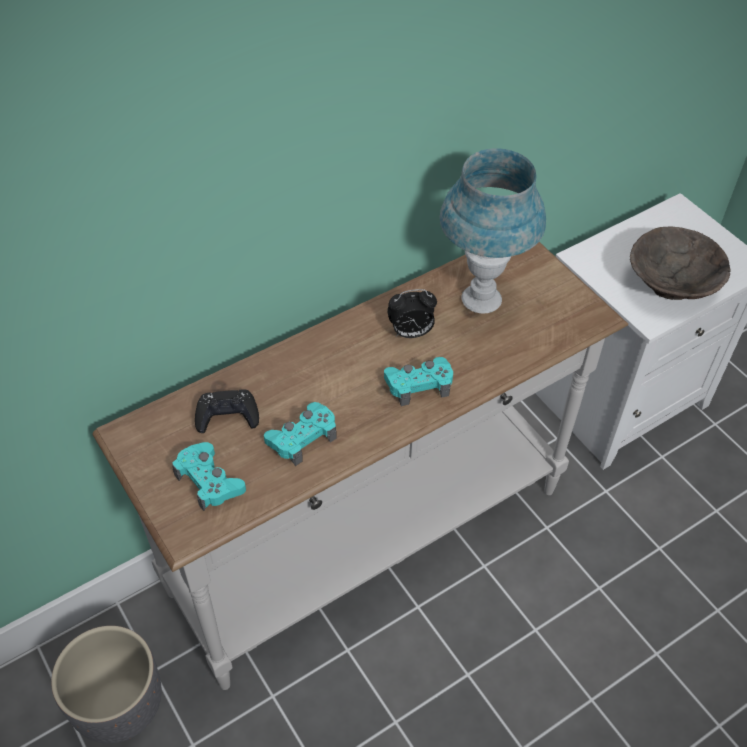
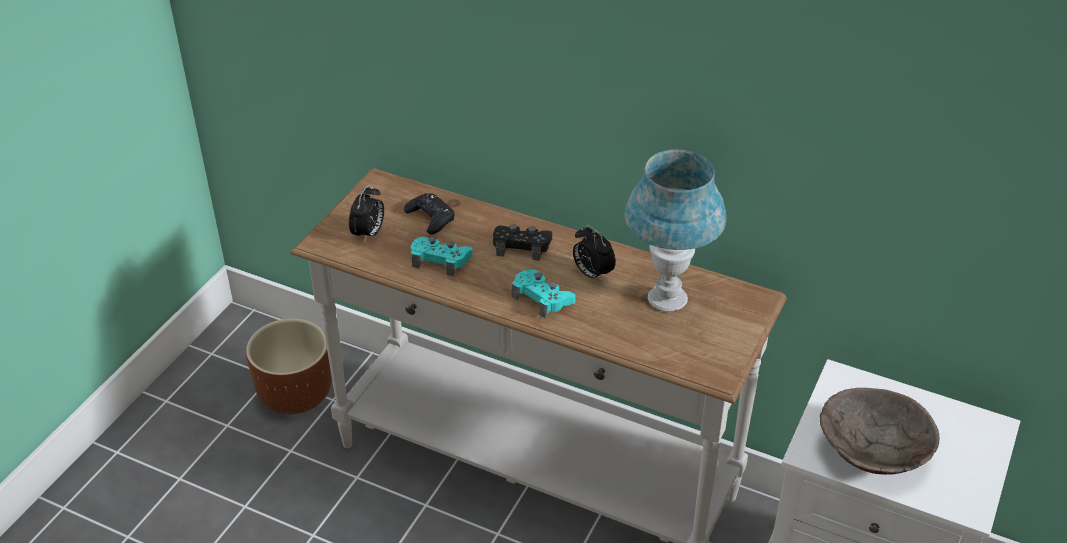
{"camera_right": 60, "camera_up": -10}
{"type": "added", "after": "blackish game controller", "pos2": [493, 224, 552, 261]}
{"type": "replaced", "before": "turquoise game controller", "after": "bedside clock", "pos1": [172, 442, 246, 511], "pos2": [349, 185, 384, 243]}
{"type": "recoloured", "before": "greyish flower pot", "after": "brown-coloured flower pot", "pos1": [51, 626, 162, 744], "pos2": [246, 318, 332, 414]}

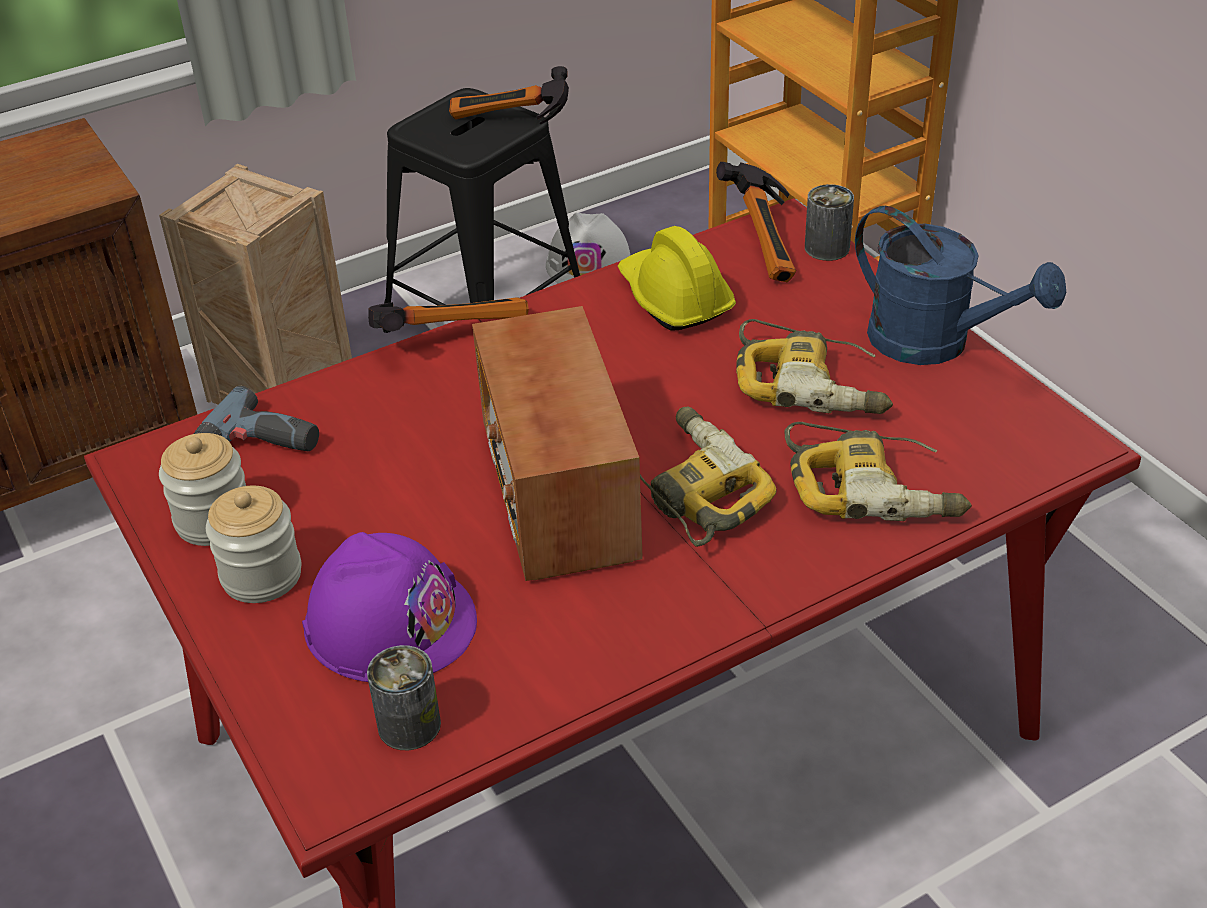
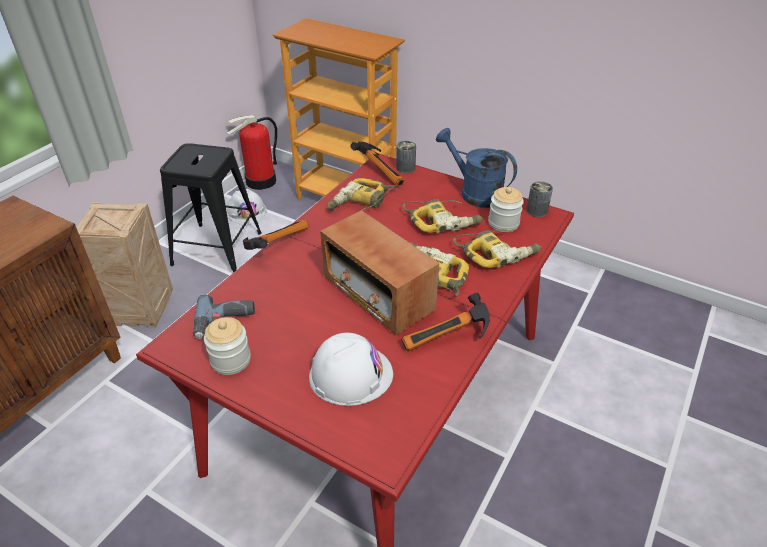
{"camera_right": -30, "camera_up": 0}
{"type": "added", "after": "extinguisher", "pos2": [227, 115, 277, 190]}
{"type": "moved", "before": "storage jar", "pos1": [206, 486, 301, 603], "pos2": [488, 187, 524, 232]}
{"type": "moved", "before": "metal can", "pos1": [367, 645, 441, 750], "pos2": [526, 181, 553, 217]}
{"type": "moved", "before": "tool hammer", "pos1": [449, 66, 569, 124], "pos2": [401, 293, 490, 352]}
{"type": "replaced", "before": "yellow-coloured work helmet", "after": "drill", "pos1": [618, 226, 736, 331], "pos2": [327, 178, 398, 211]}
{"type": "recoloured", "before": "purple-coloured work helmet", "after": "white-coloured work helmet", "pos1": [302, 532, 477, 682], "pos2": [309, 333, 393, 406]}
{"type": "turned", "before": "blue-coloured watering pot", "pos1": [855, 206, 1066, 365], "pos2": [436, 128, 517, 208], "turn": -150}

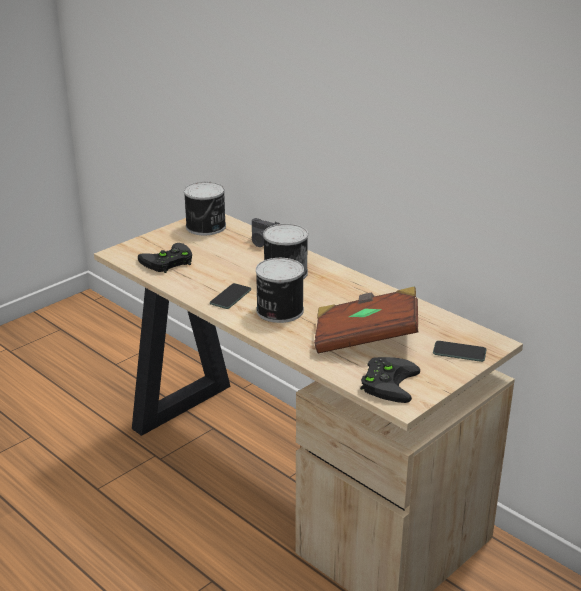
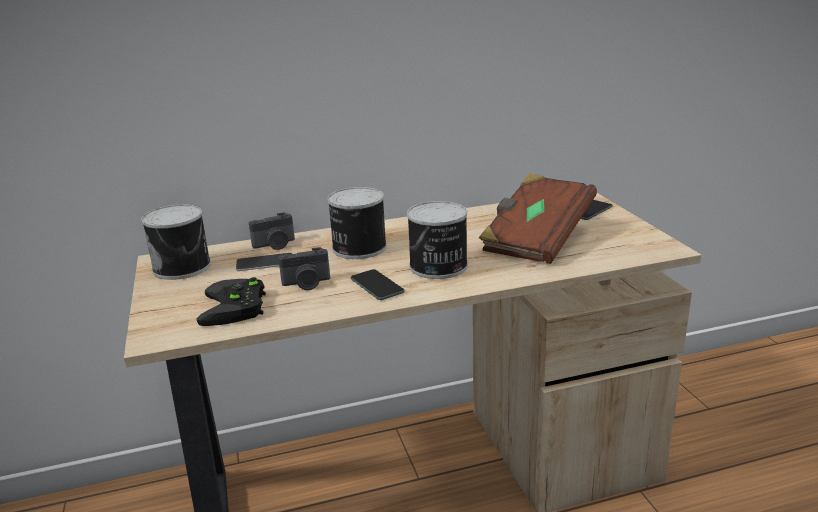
{"camera_right": -60, "camera_up": -5}
{"type": "removed", "before": "blackish game controller", "pos1": [360, 357, 420, 403]}
{"type": "added", "after": "phone", "pos2": [236, 253, 293, 271]}
{"type": "added", "after": "photo camera", "pos2": [278, 247, 330, 290]}

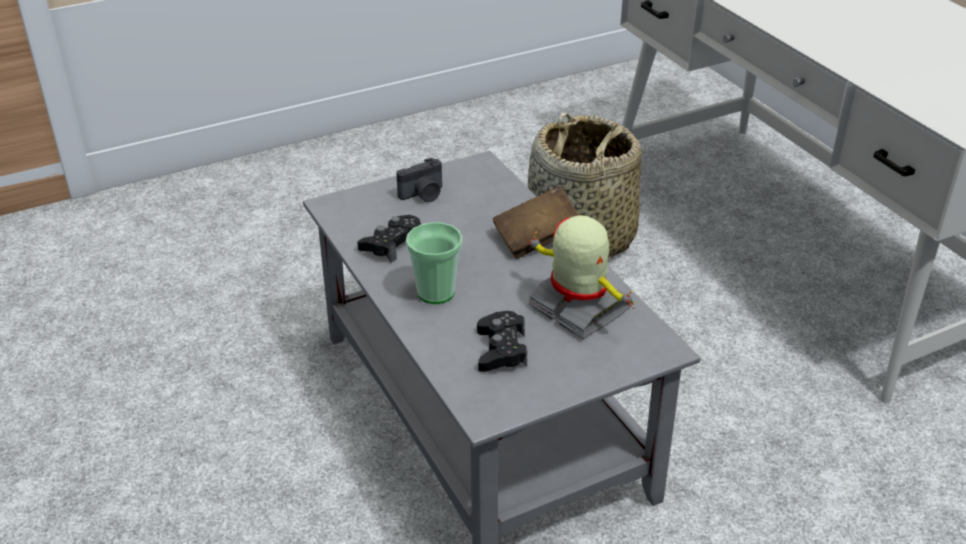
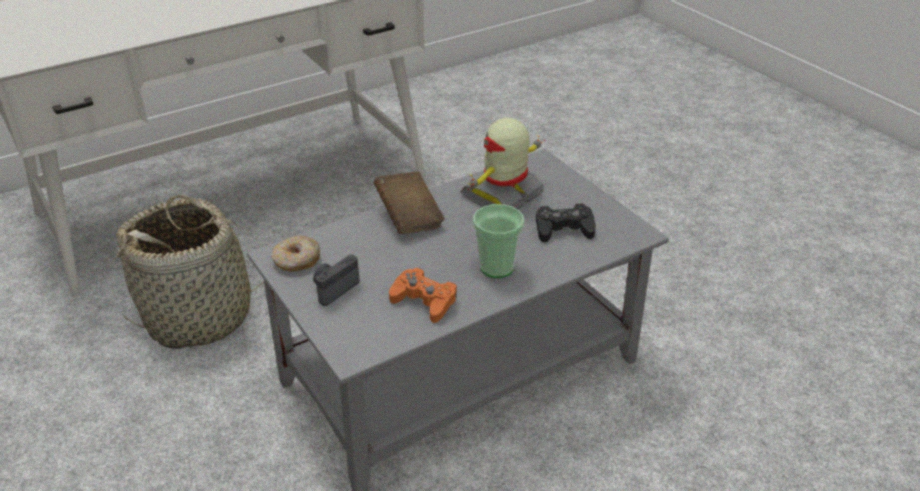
{"camera_right": -95, "camera_up": 0}
{"type": "added", "after": "donut", "pos2": [271, 236, 320, 271]}
{"type": "recoloured", "before": "blackish game controller", "after": "orange-coloured game controller", "pos1": [357, 215, 421, 263], "pos2": [389, 268, 457, 323]}
{"type": "turned", "before": "photo camera", "pos1": [396, 158, 442, 202], "pos2": [313, 254, 360, 306], "turn": -105}

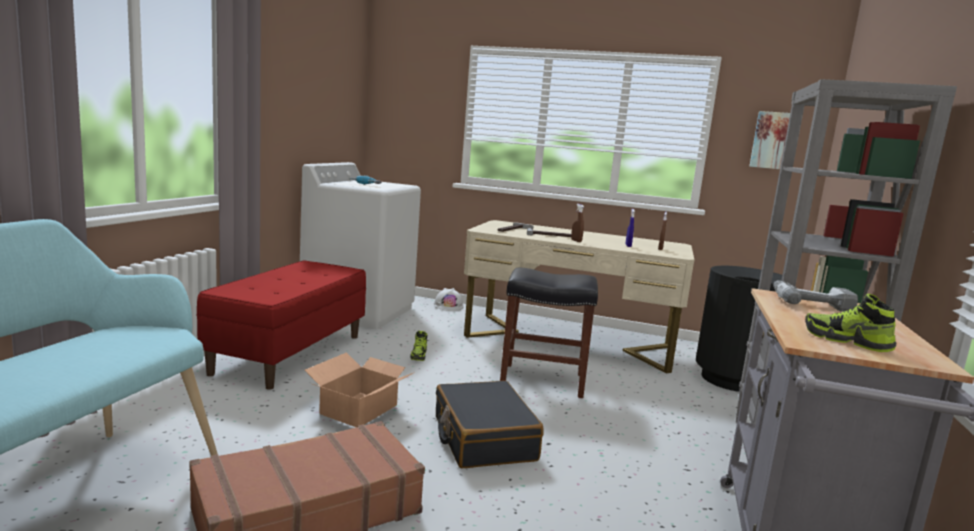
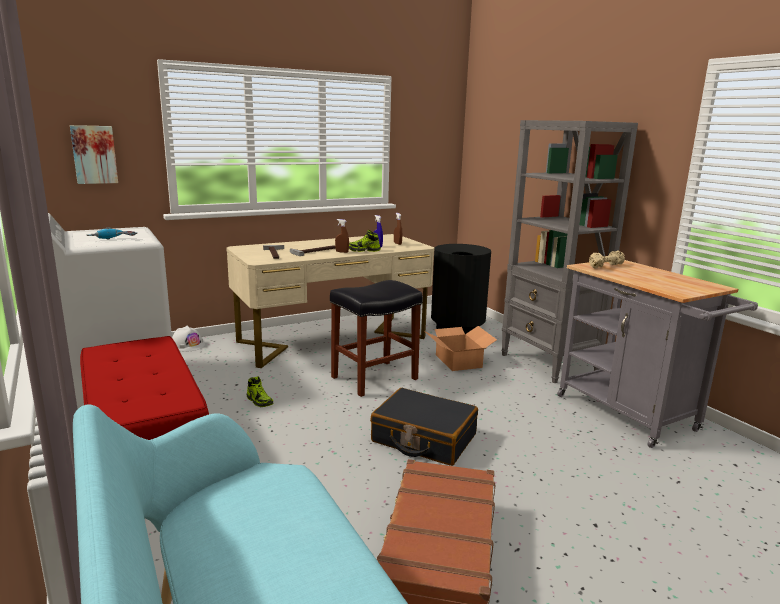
{"camera_right": -45, "camera_up": 5}
{"type": "moved", "before": "cardboard box", "pos1": [305, 352, 415, 427], "pos2": [426, 326, 497, 371]}
{"type": "moved", "before": "wall art", "pos1": [749, 111, 790, 169], "pos2": [70, 125, 118, 184]}
{"type": "moved", "before": "shoe", "pos1": [805, 294, 896, 352], "pos2": [349, 230, 381, 252]}
{"type": "replaced", "before": "drill", "after": "beige-coloured dumbbell", "pos1": [773, 280, 858, 312], "pos2": [589, 251, 625, 269]}

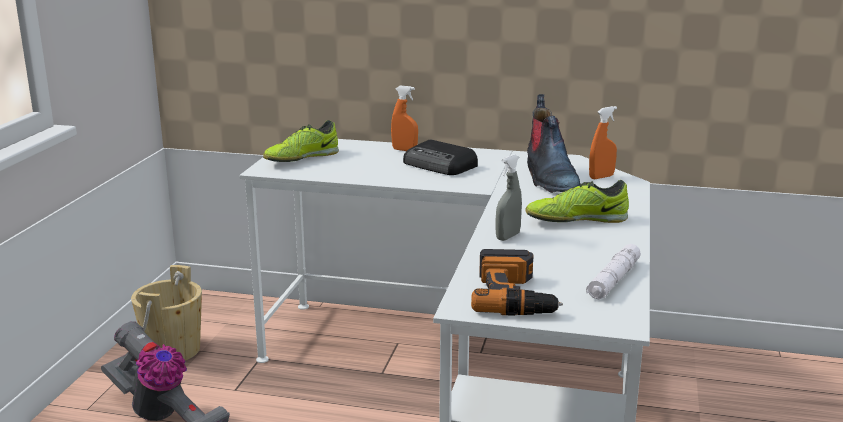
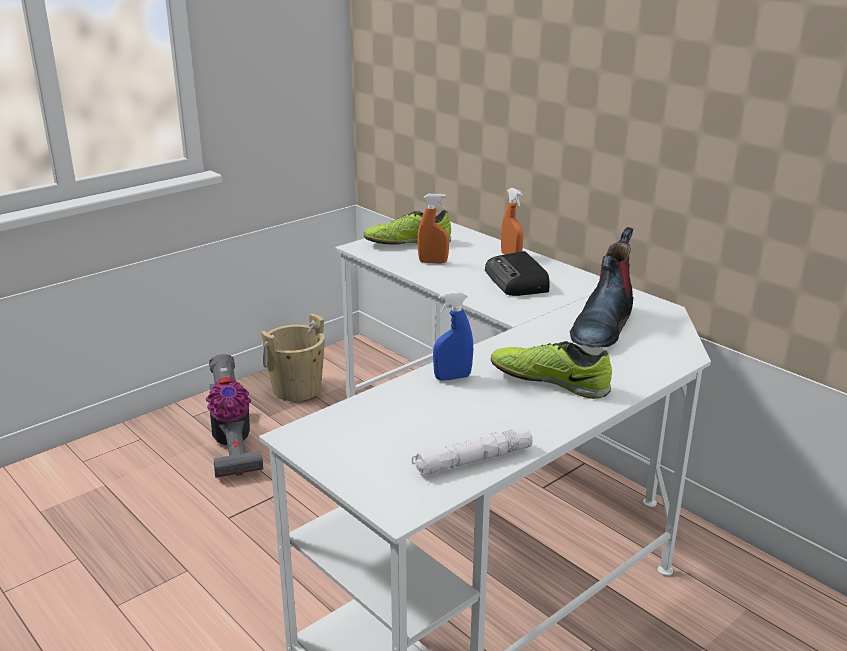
{"camera_right": 35, "camera_up": 5}
{"type": "removed", "before": "drill", "pos1": [471, 249, 563, 316]}
{"type": "moved", "before": "orange-coloured sprayer", "pos1": [589, 106, 617, 179], "pos2": [417, 194, 449, 263]}
{"type": "recoloured", "before": "greyish sprayer", "after": "blue-coloured sprayer", "pos1": [496, 154, 522, 241], "pos2": [433, 292, 473, 381]}

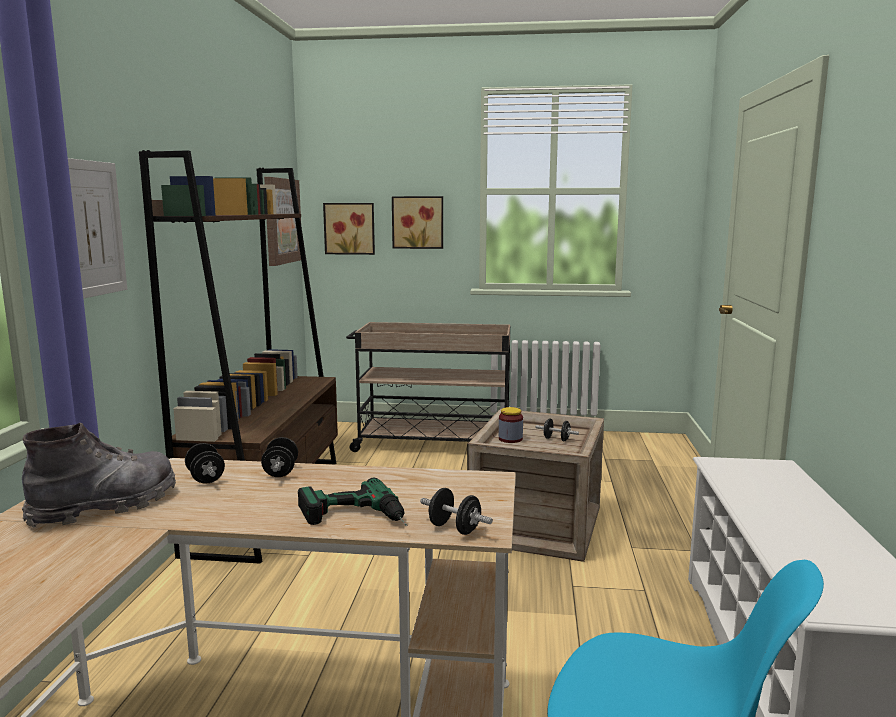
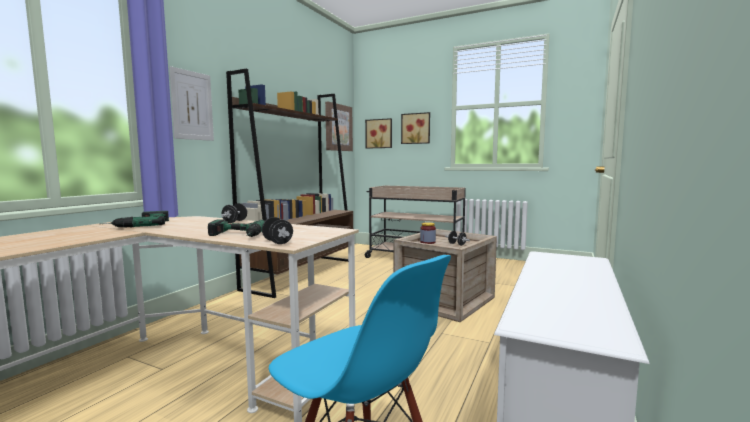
{"camera_right": 20, "camera_up": -5}
{"type": "removed", "before": "blackish dumbbell", "pos1": [185, 443, 225, 484]}
{"type": "replaced", "before": "greyish boot", "after": "drill", "pos1": [22, 423, 176, 528], "pos2": [99, 211, 169, 227]}

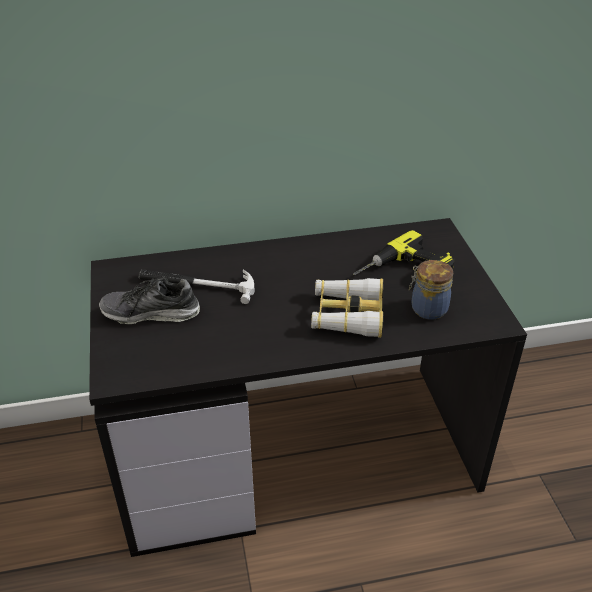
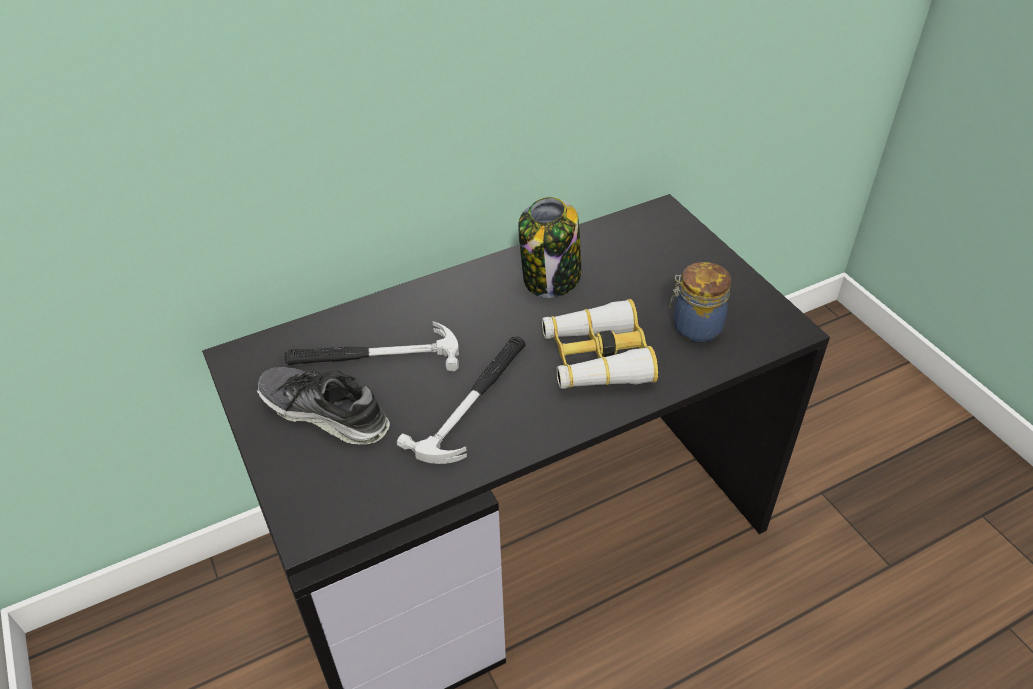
{"camera_right": -15, "camera_up": 5}
{"type": "removed", "before": "drill", "pos1": [353, 230, 455, 275]}
{"type": "added", "after": "tool hammer", "pos2": [397, 336, 526, 464]}
{"type": "added", "after": "storage jar", "pos2": [518, 197, 582, 298]}
{"type": "turned", "before": "shoe", "pos1": [99, 278, 200, 324], "pos2": [257, 367, 390, 445], "turn": 45}

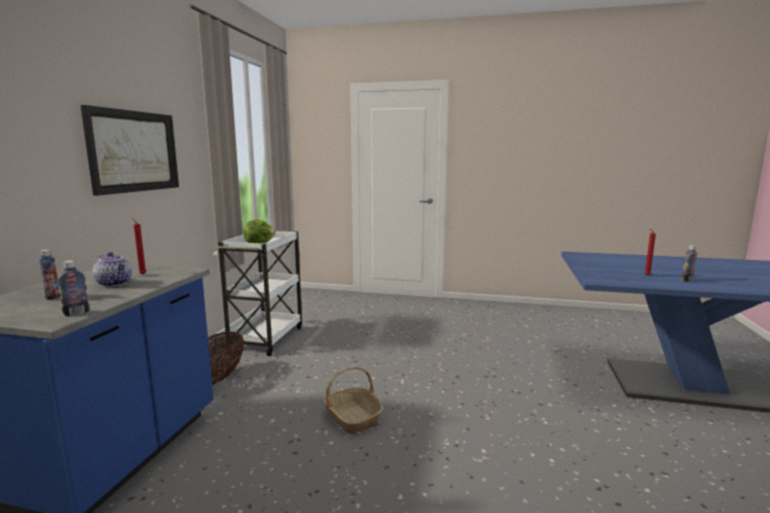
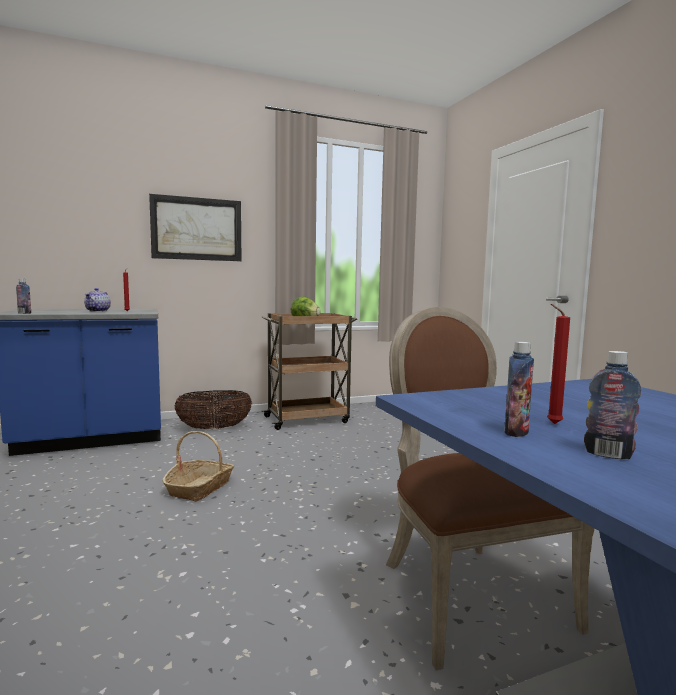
{"camera_right": 55, "camera_up": -5}
{"type": "added", "after": "brown-coloured upright chair", "pos2": [386, 307, 595, 671]}
{"type": "moved", "before": "drink bottle", "pos1": [39, 250, 60, 300], "pos2": [504, 342, 534, 437]}
{"type": "recoloured", "before": "white-coloured trolley", "after": "brown-coloured trolley", "pos1": [217, 231, 302, 356], "pos2": [261, 313, 357, 430]}

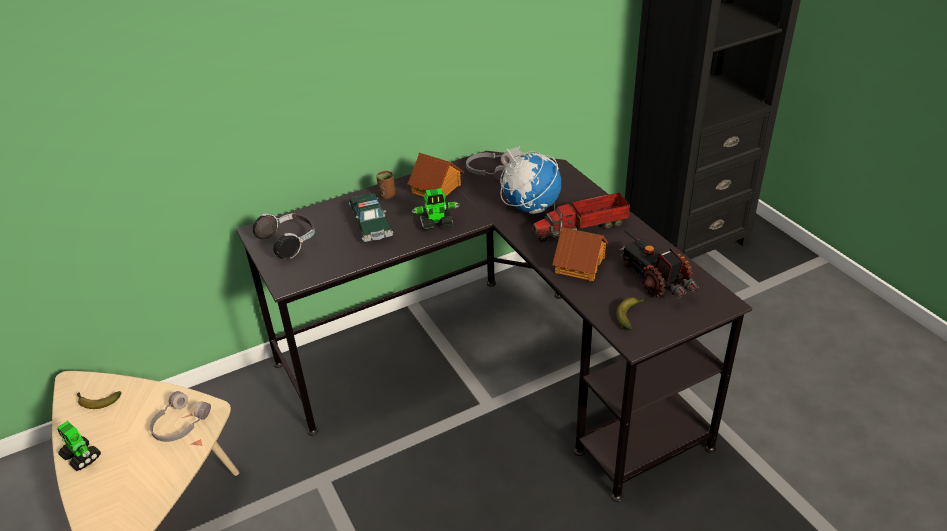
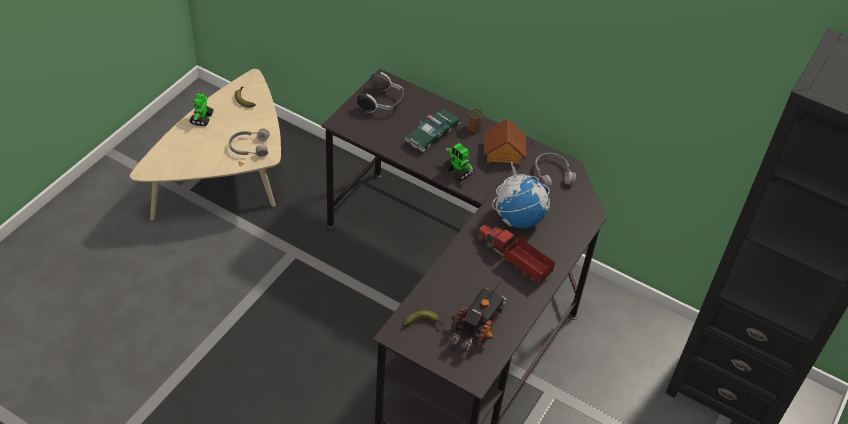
{"camera_right": 55, "camera_up": 10}
{"type": "removed", "before": "model house", "pos1": [552, 227, 608, 281]}

